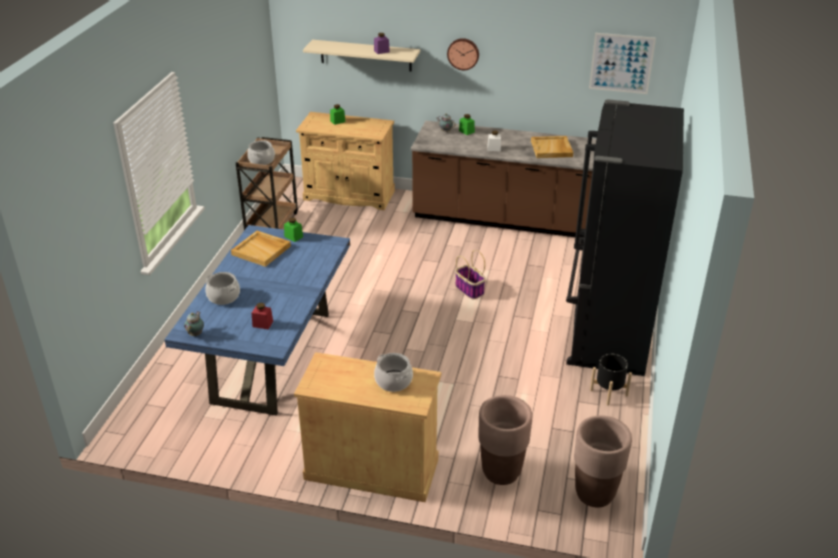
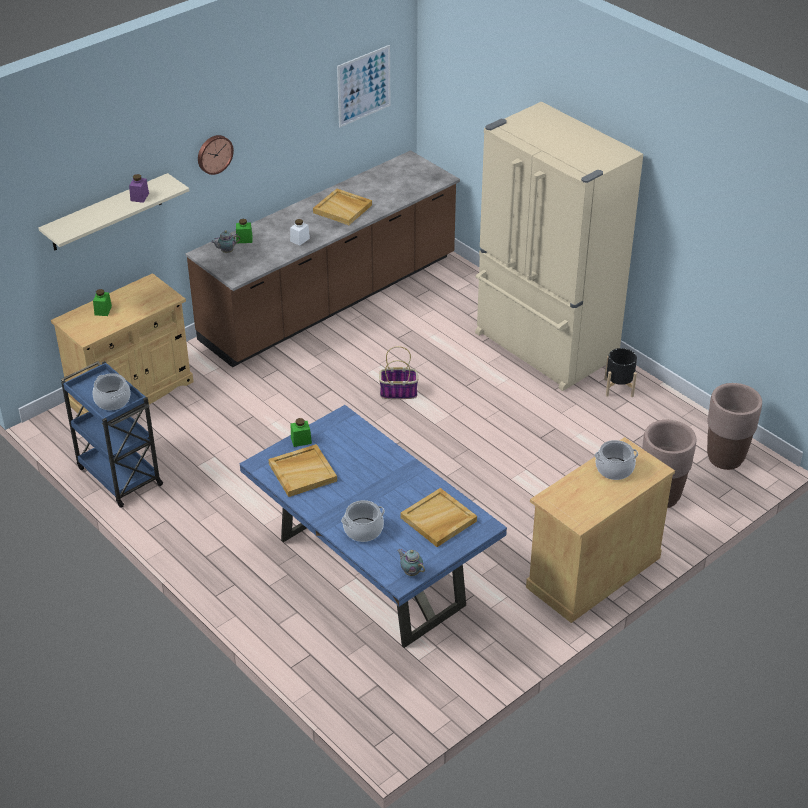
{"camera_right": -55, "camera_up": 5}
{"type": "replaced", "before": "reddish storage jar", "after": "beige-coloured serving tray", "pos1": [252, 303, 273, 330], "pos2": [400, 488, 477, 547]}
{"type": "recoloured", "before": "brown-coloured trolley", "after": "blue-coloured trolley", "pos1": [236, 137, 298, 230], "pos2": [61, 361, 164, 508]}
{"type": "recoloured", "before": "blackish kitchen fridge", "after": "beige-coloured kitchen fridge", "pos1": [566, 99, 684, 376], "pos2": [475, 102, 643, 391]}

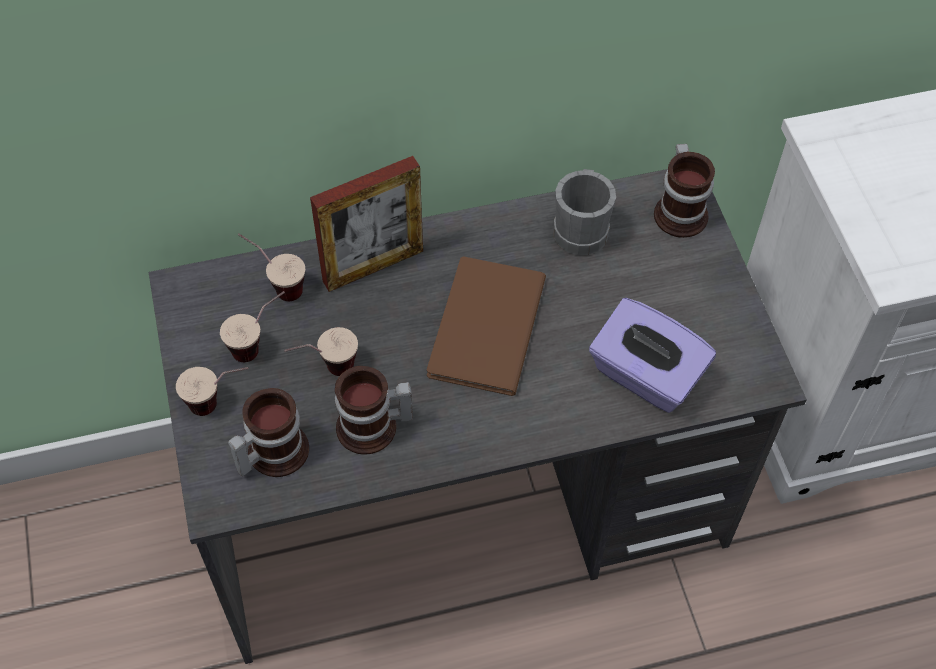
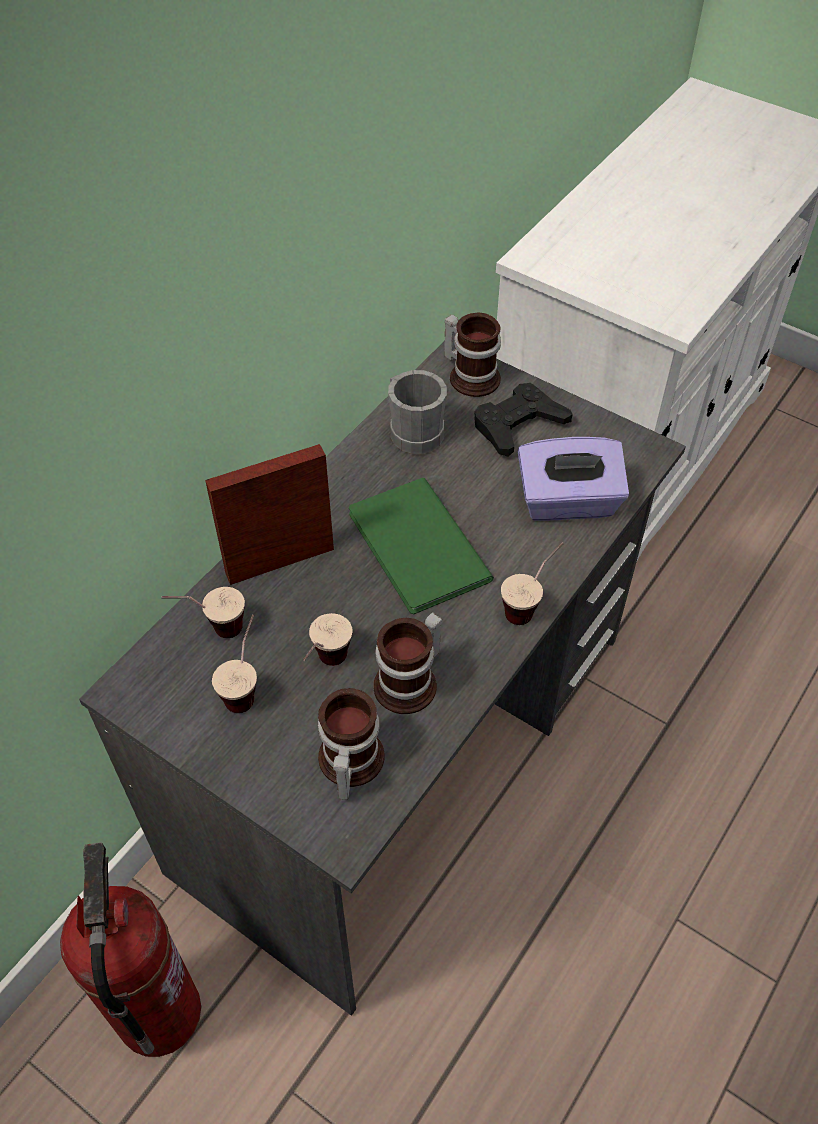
{"camera_right": -40, "camera_up": -5}
{"type": "added", "after": "extinguisher", "pos2": [60, 842, 201, 1057]}
{"type": "added", "after": "blackish game controller", "pos2": [474, 383, 572, 457]}
{"type": "moved", "before": "cup", "pos1": [176, 367, 248, 416], "pos2": [501, 543, 563, 625]}
{"type": "recoloured", "before": "brown-coloured book", "after": "green-coloured book", "pos1": [427, 256, 546, 396], "pos2": [349, 478, 494, 614]}
{"type": "turned", "before": "photo frame", "pos1": [310, 156, 423, 292], "pos2": [205, 444, 334, 585], "turn": -135}

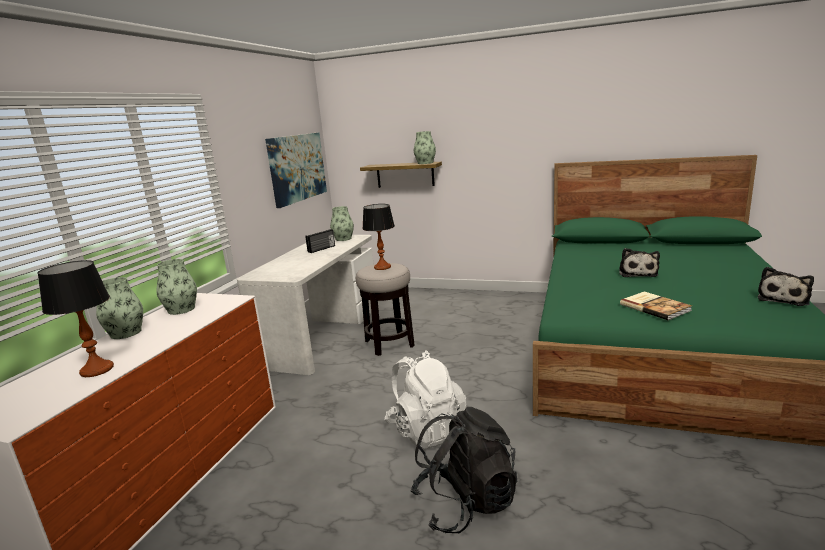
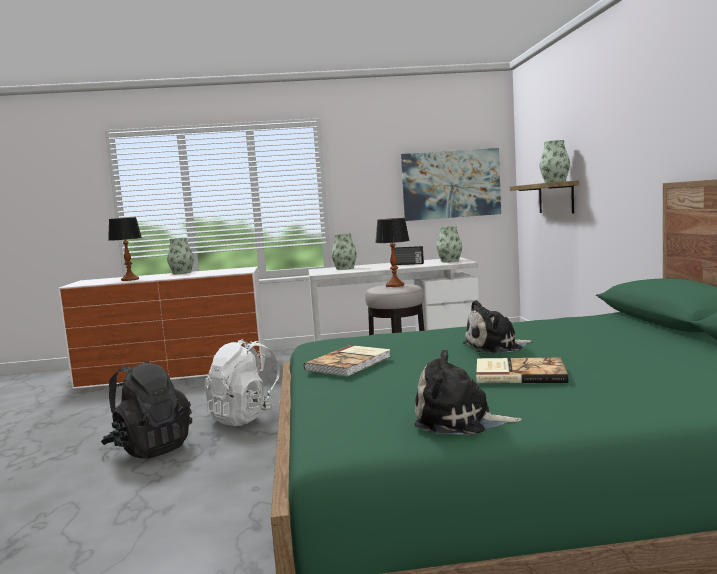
{"camera_right": 65, "camera_up": -10}
{"type": "added", "after": "book", "pos2": [476, 357, 568, 383]}
{"type": "moved", "before": "vase", "pos1": [157, 259, 197, 315], "pos2": [331, 233, 357, 270]}

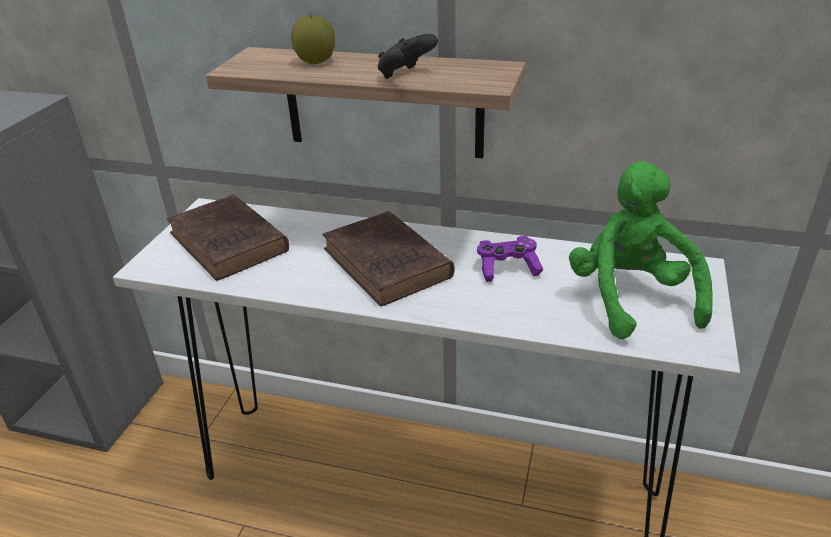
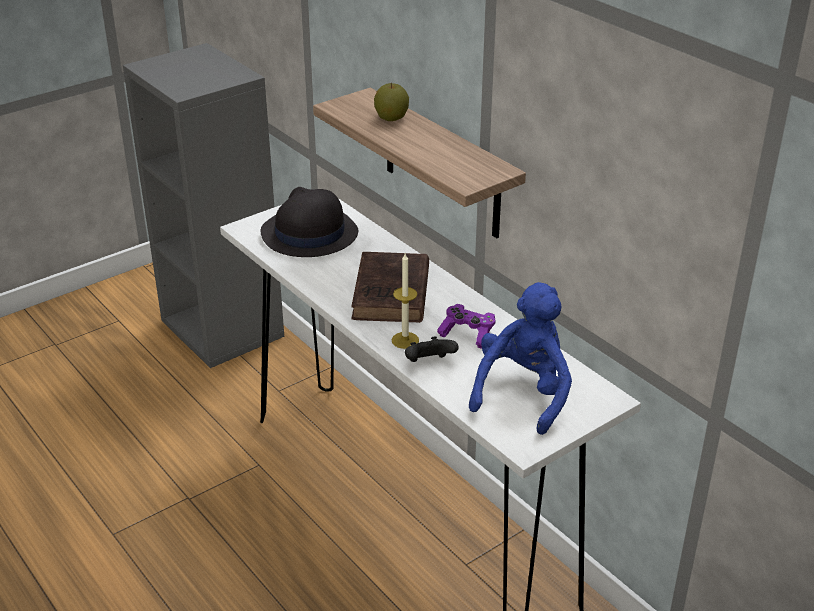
{"camera_right": 35, "camera_up": 0}
{"type": "added", "after": "wax light", "pos2": [392, 253, 419, 349]}
{"type": "moved", "before": "blackish game controller", "pos1": [377, 34, 438, 79], "pos2": [405, 336, 459, 362]}
{"type": "replaced", "before": "brown-coloured book", "after": "blackish hat", "pos1": [167, 195, 289, 281], "pos2": [261, 187, 358, 257]}
{"type": "recoloured", "before": "green-coloured plush toy", "after": "blue-coloured plush toy", "pos1": [569, 161, 713, 339], "pos2": [469, 282, 572, 435]}

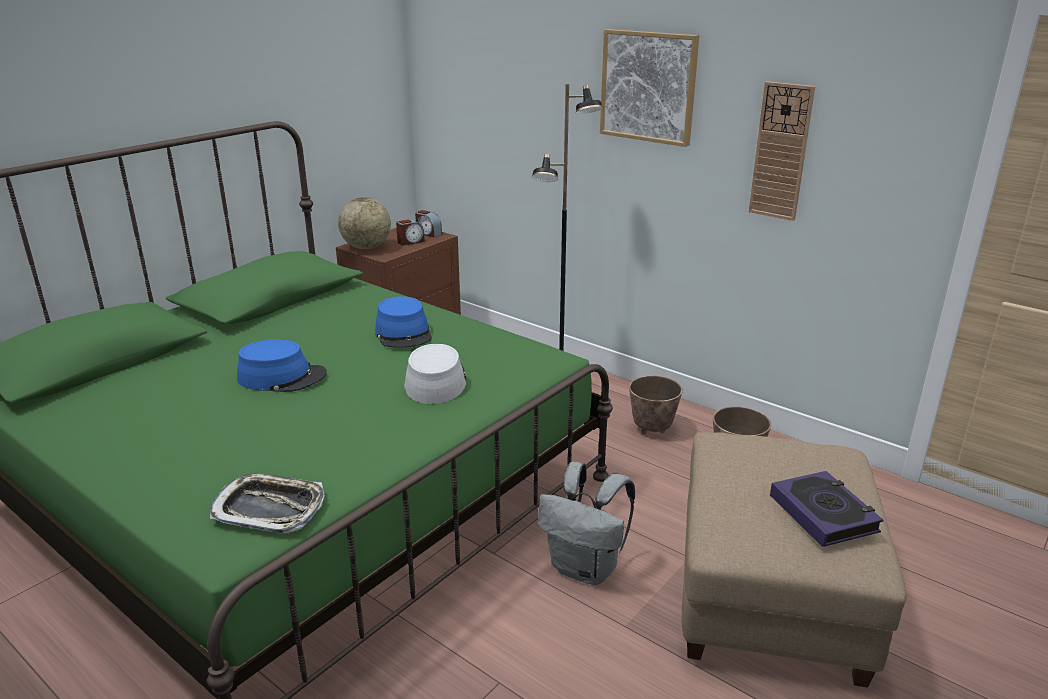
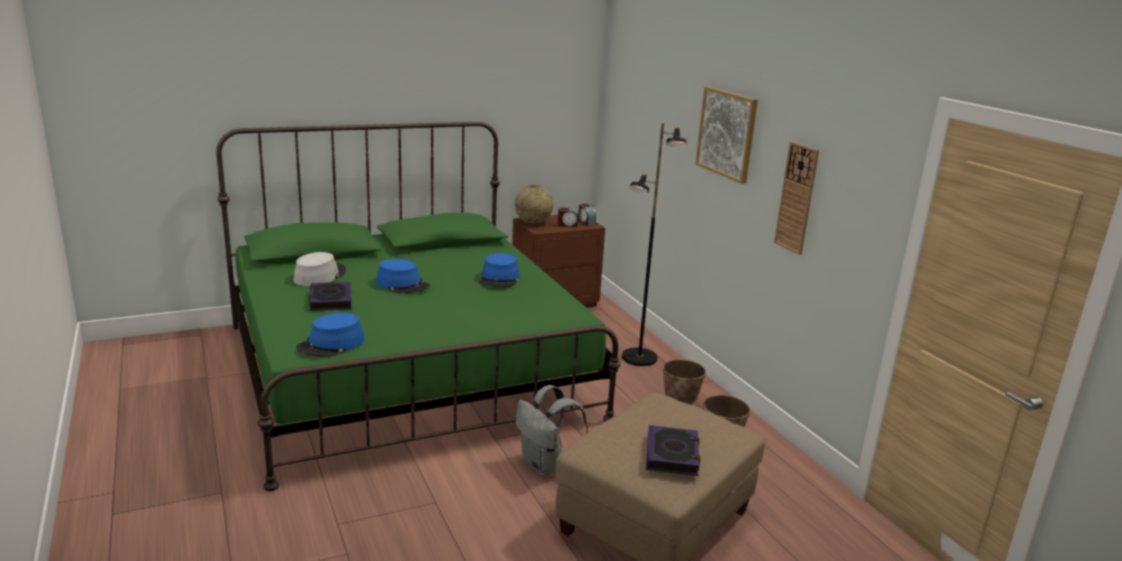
{"camera_right": 25, "camera_up": -5}
{"type": "added", "after": "book", "pos2": [309, 282, 351, 311]}
{"type": "moved", "before": "greyish hat", "pos1": [404, 344, 466, 404], "pos2": [294, 252, 346, 286]}
{"type": "replaced", "before": "serving tray", "after": "blue-coloured hat", "pos1": [210, 473, 325, 533], "pos2": [296, 313, 365, 357]}

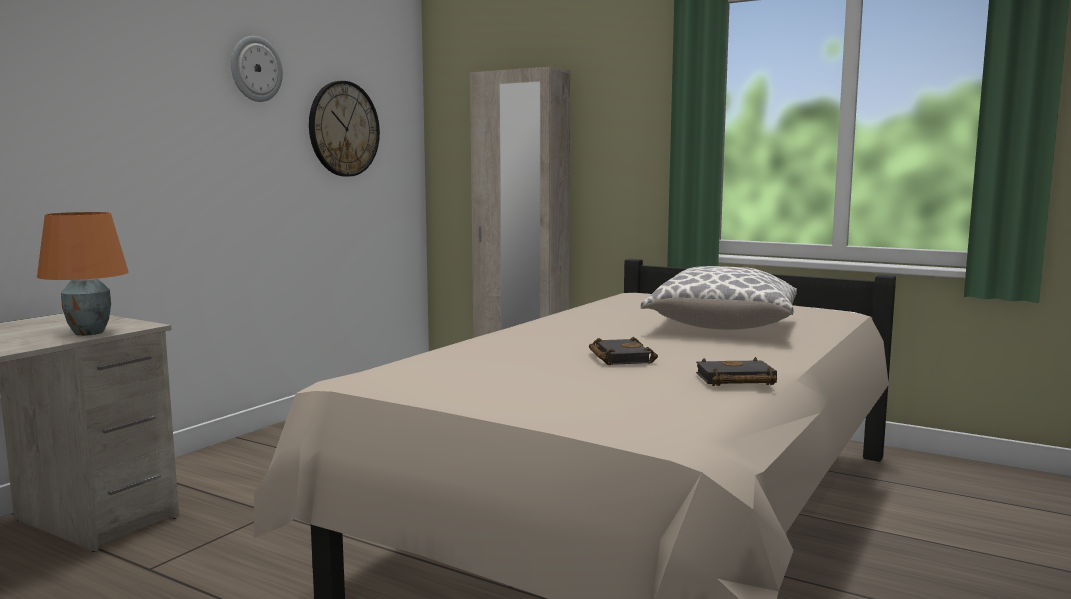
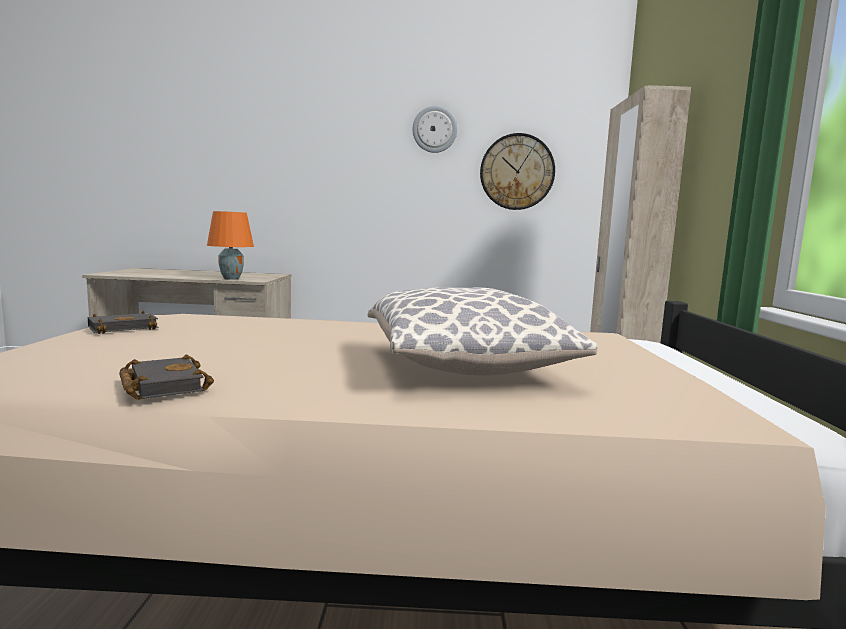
{"camera_right": 60, "camera_up": 0}
{"type": "moved", "before": "blackish book", "pos1": [589, 337, 658, 365], "pos2": [88, 311, 158, 334]}

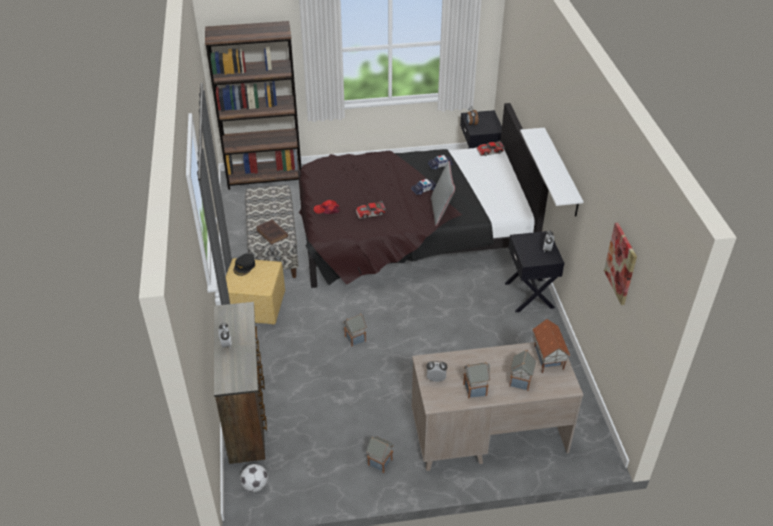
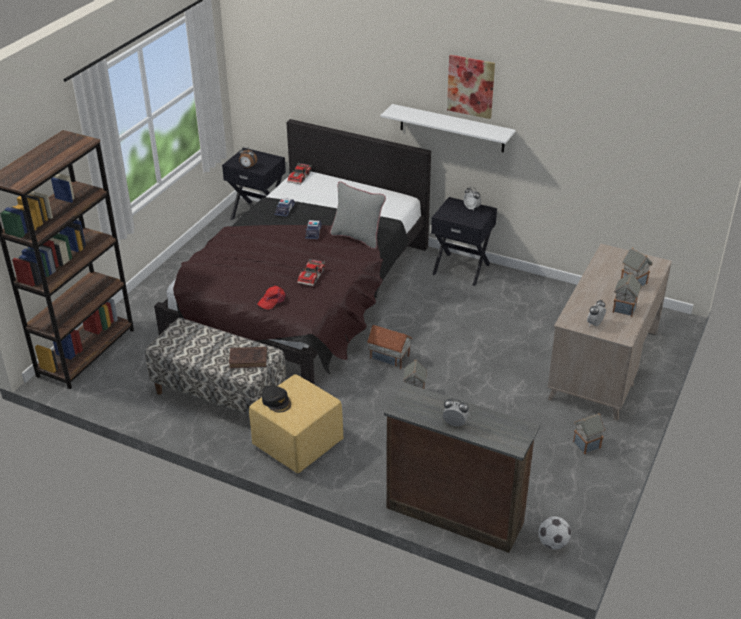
{"camera_right": -55, "camera_up": -5}
{"type": "moved", "before": "model house", "pos1": [532, 319, 570, 373], "pos2": [367, 325, 413, 369]}
{"type": "moved", "before": "wall art", "pos1": [604, 223, 637, 305], "pos2": [447, 55, 495, 119]}

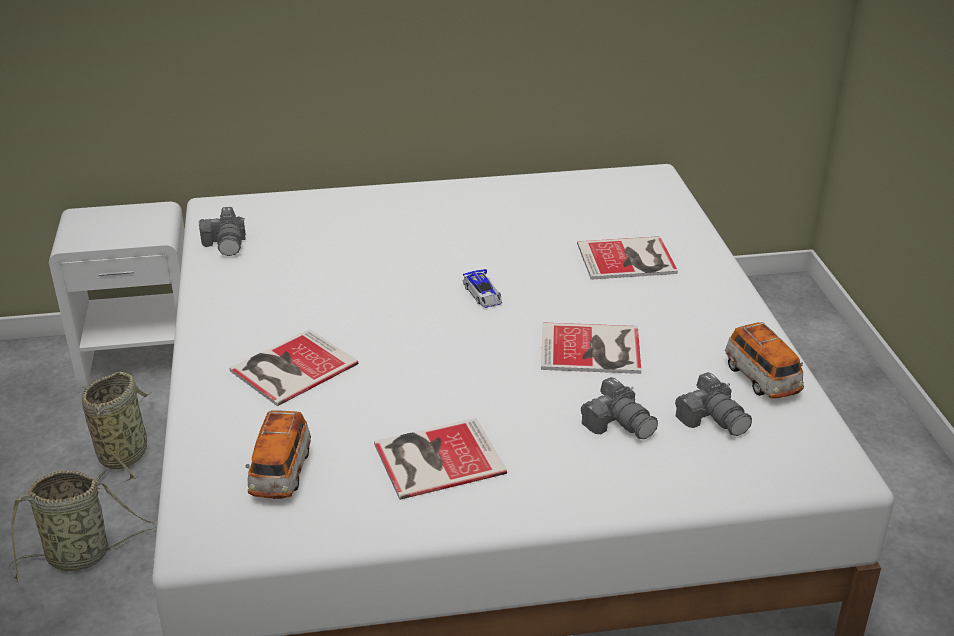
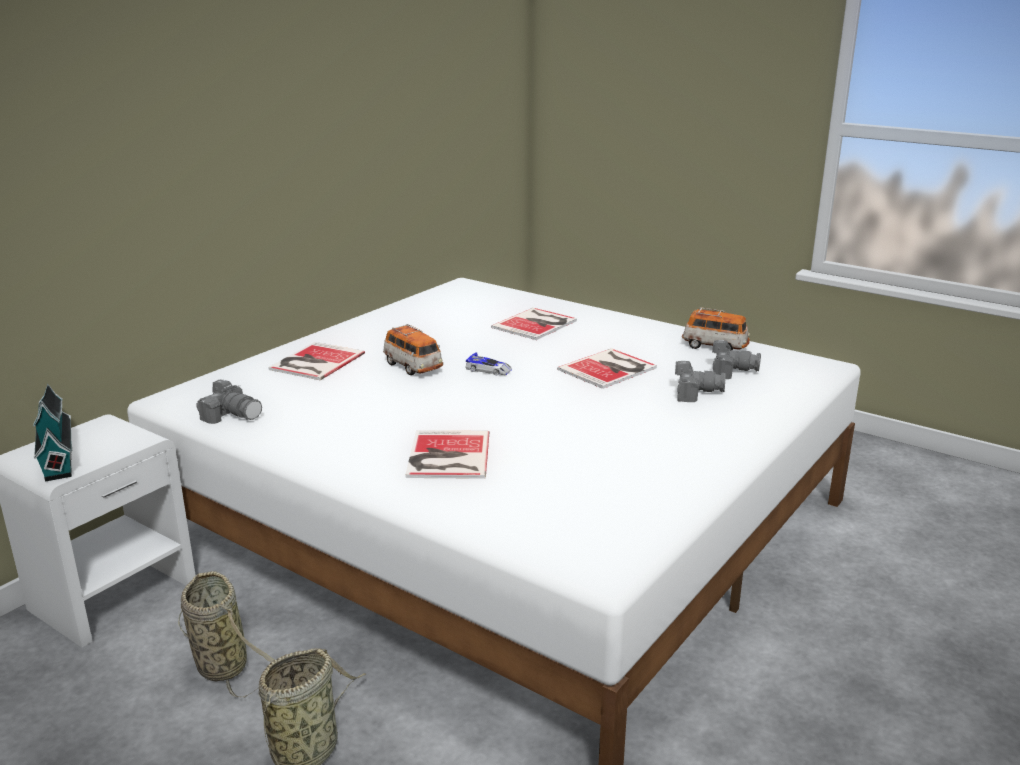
{"camera_right": -45, "camera_up": -10}
{"type": "added", "after": "model house", "pos2": [33, 384, 72, 482]}
{"type": "moved", "before": "toy car", "pos1": [245, 410, 311, 499], "pos2": [383, 324, 443, 375]}
{"type": "moved", "before": "book", "pos1": [374, 418, 507, 500], "pos2": [268, 342, 365, 380]}

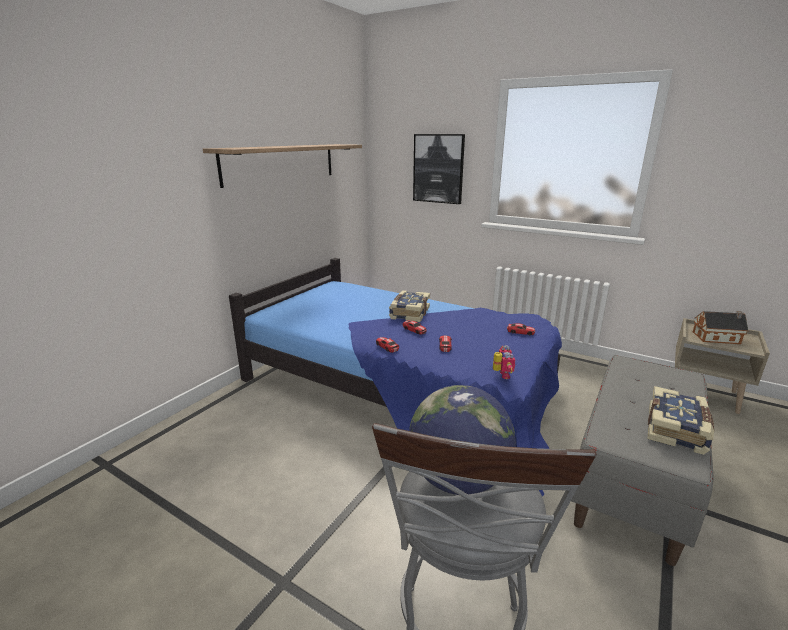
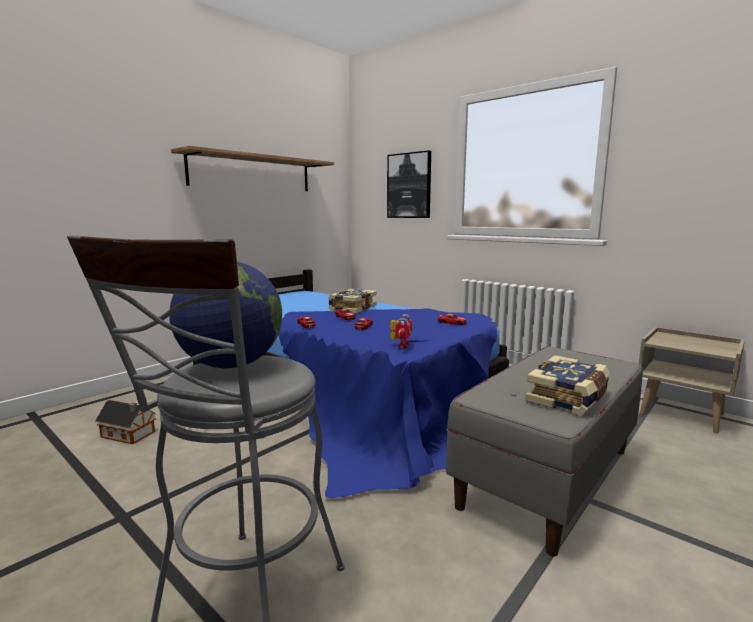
{"camera_right": 10, "camera_up": -10}
{"type": "moved", "before": "model house", "pos1": [692, 311, 749, 344], "pos2": [95, 400, 156, 444]}

